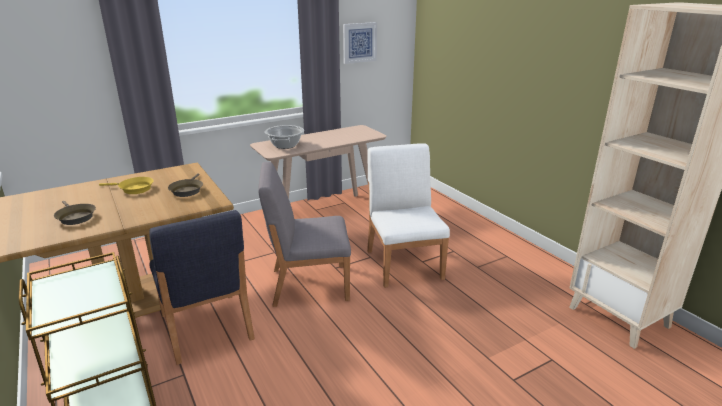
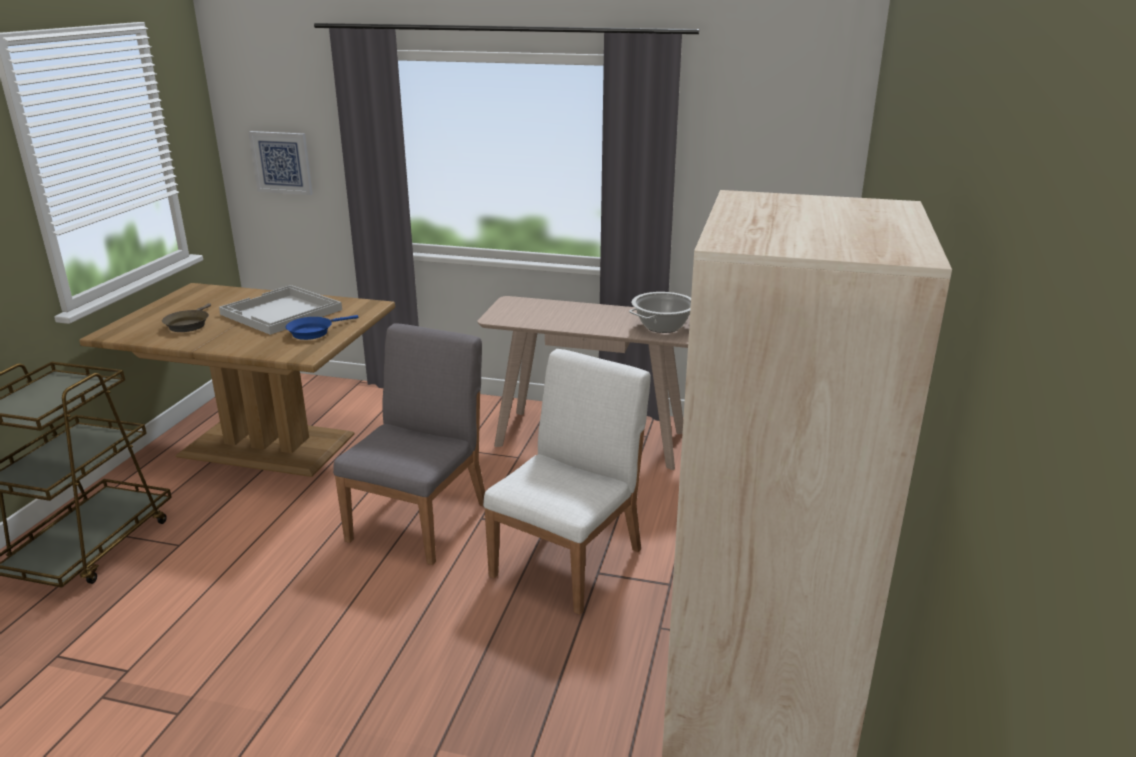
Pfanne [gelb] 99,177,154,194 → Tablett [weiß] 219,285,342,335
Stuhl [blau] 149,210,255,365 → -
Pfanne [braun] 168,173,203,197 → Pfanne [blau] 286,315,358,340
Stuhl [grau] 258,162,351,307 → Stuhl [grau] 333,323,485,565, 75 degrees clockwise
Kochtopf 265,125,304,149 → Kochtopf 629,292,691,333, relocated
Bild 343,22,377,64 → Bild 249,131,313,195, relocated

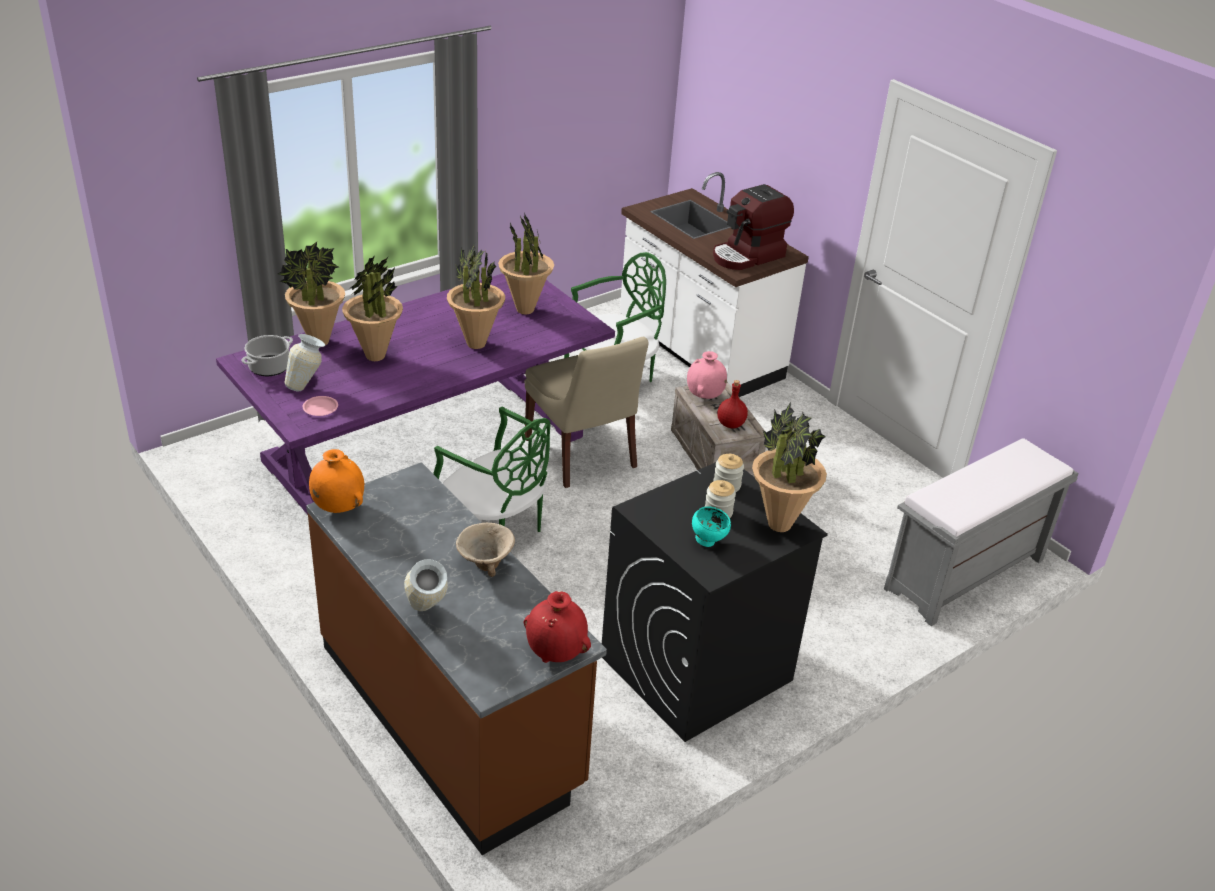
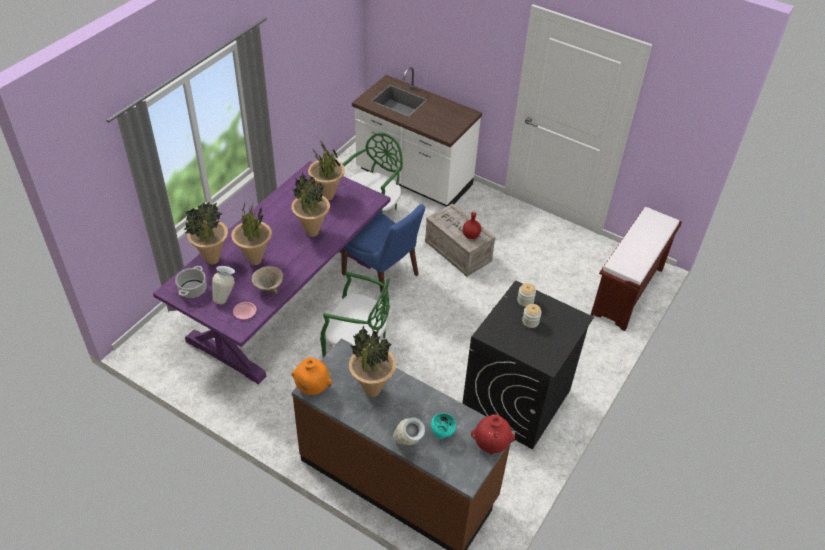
Schüssel [beige] 456,523,515,577 → Schüssel [beige] 252,266,283,295, relocated
Stuhl [beige] 525,337,648,488 → Stuhl [blau] 341,204,425,302
Vase [rosa] 687,351,727,399 → -
Schüssel [türkis] 692,507,731,547 → Schüssel [türkis] 431,413,456,439, relocated
Kaffeemaschine 713,184,794,270 → -
Topfpflanze 752,402,827,532 → Topfpflanze 349,326,396,397, relocated
Bank [grau] 884,438,1079,626 → Bank [braun] 591,207,682,331

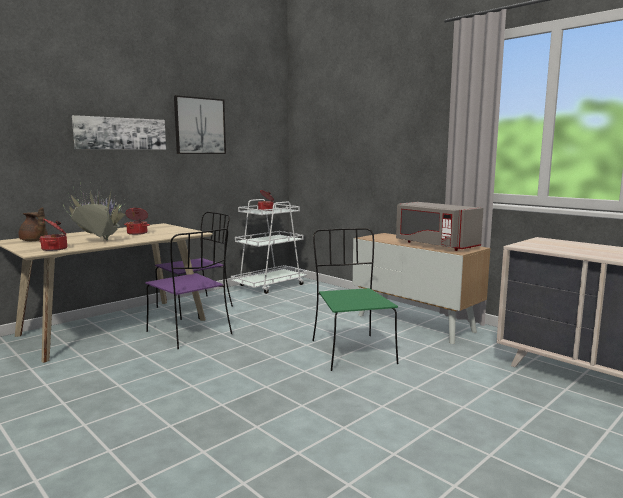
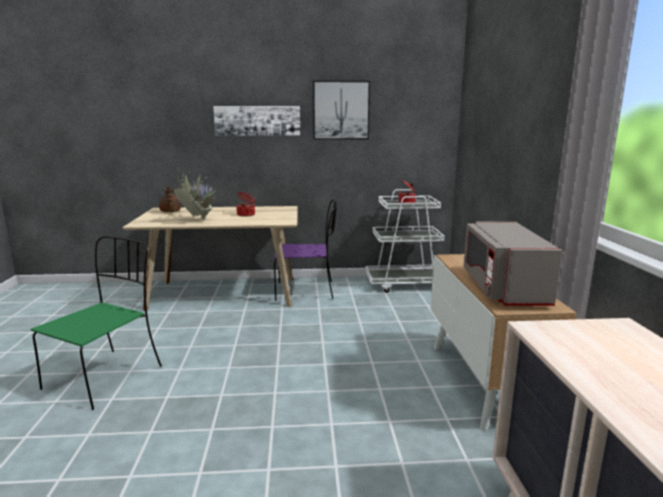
Kochtopf 39,218,67,251 → -
Stuhl [lila] 145,228,232,349 → -
Stuhl [grün] 312,228,398,371 → Stuhl [grün] 31,236,162,410, relocated

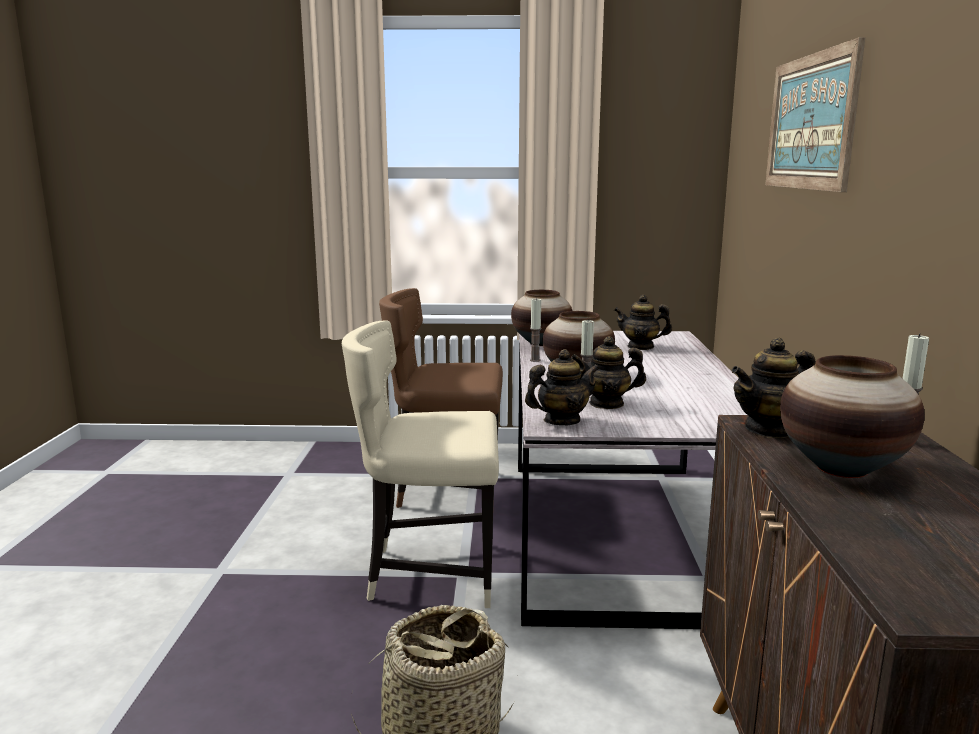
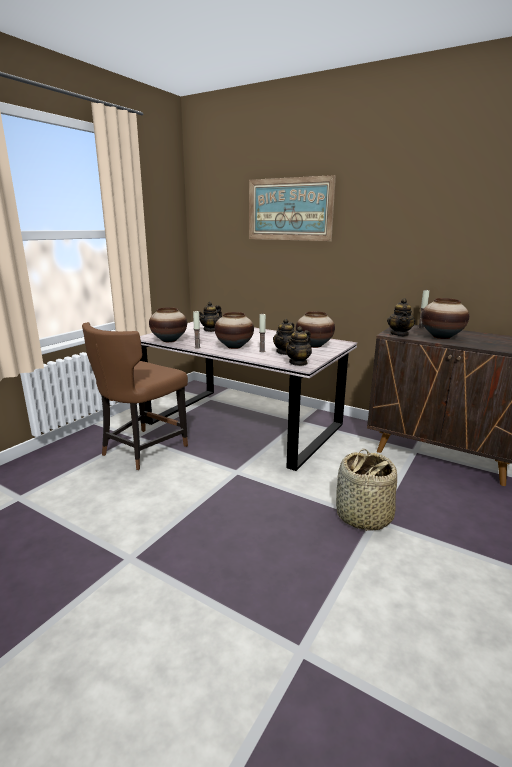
Stuhl [beige] 342,321,499,608 → -
Teekanne 525,349,600,425 → Teekanne 286,326,312,366, 150 degrees counterclockwise
- → Vase 296,311,335,348

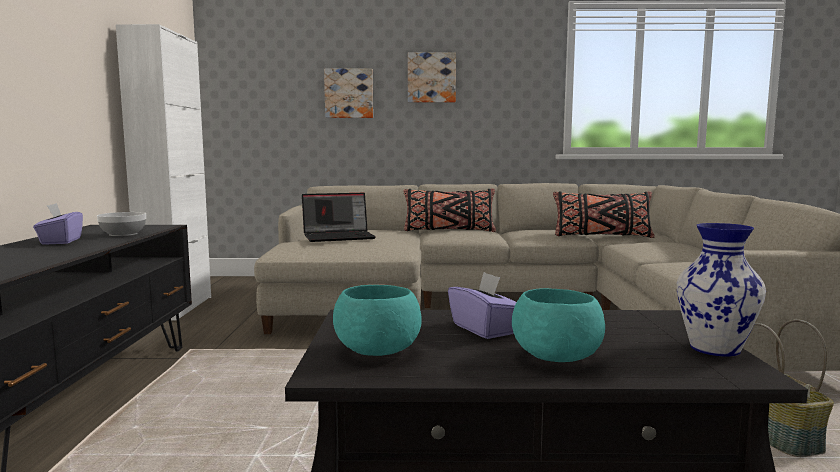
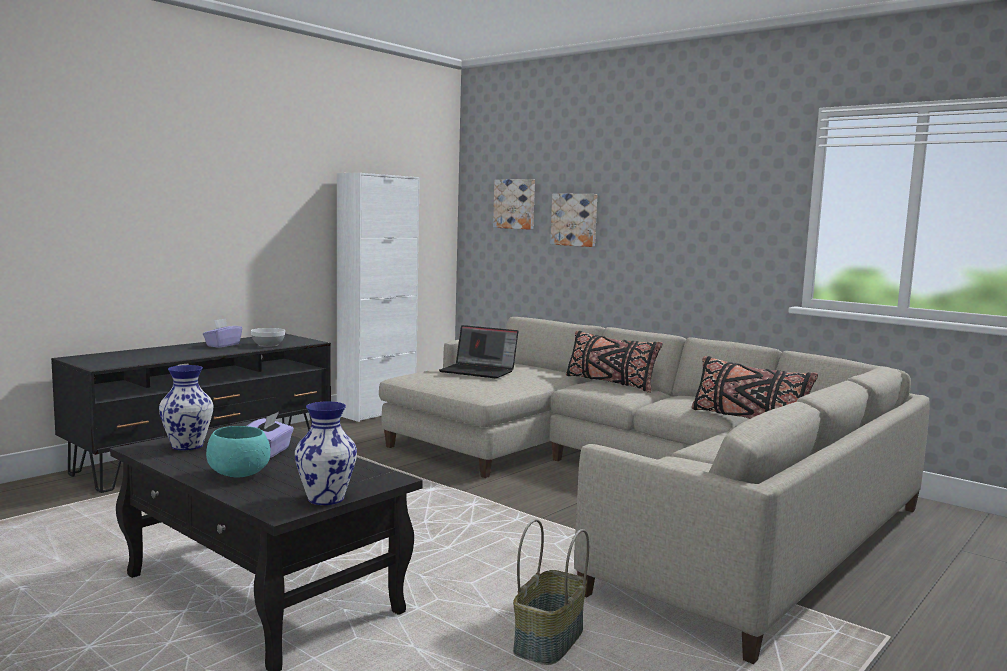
Schüssel [türkis] 333,285,422,356 → Vase 159,365,213,450
Bild 408,53,456,103 → Bild 493,179,535,230, relocated

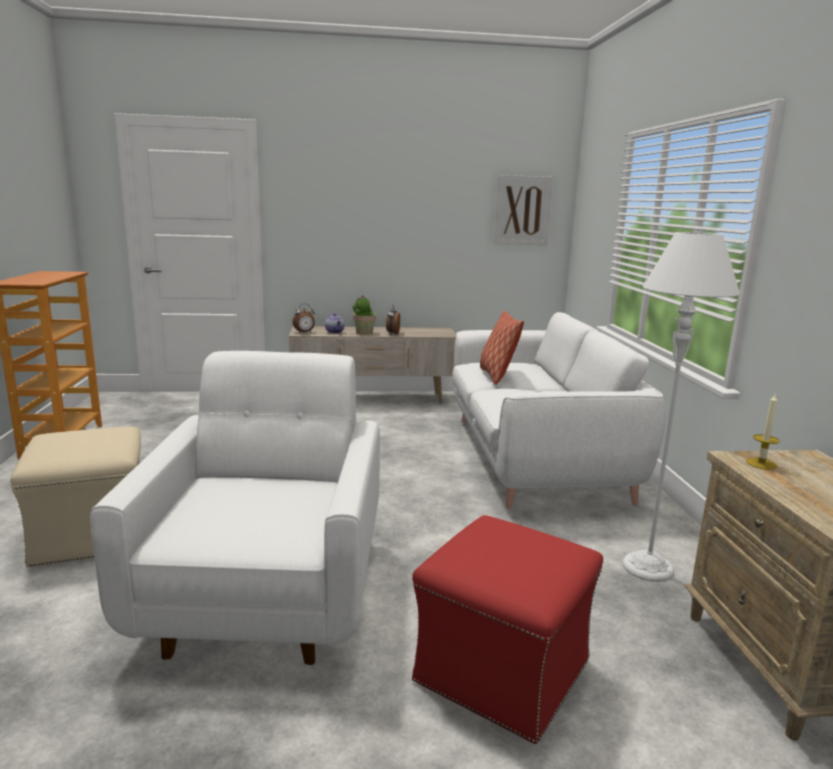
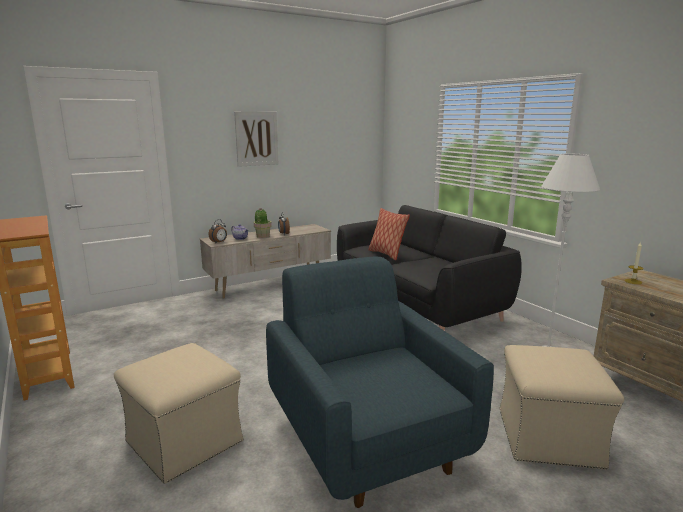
Sessel [weiß] 90,351,380,665 → Sessel [blau] 266,256,494,508
Polsterhocker [rot] 412,515,603,744 → Polsterhocker [beige] 500,345,624,470
Sofa [weiß] 453,312,666,508 → Sofa [schwarz] 337,205,522,331
Bild 494,175,553,245 → Bild 234,111,278,167, relocated

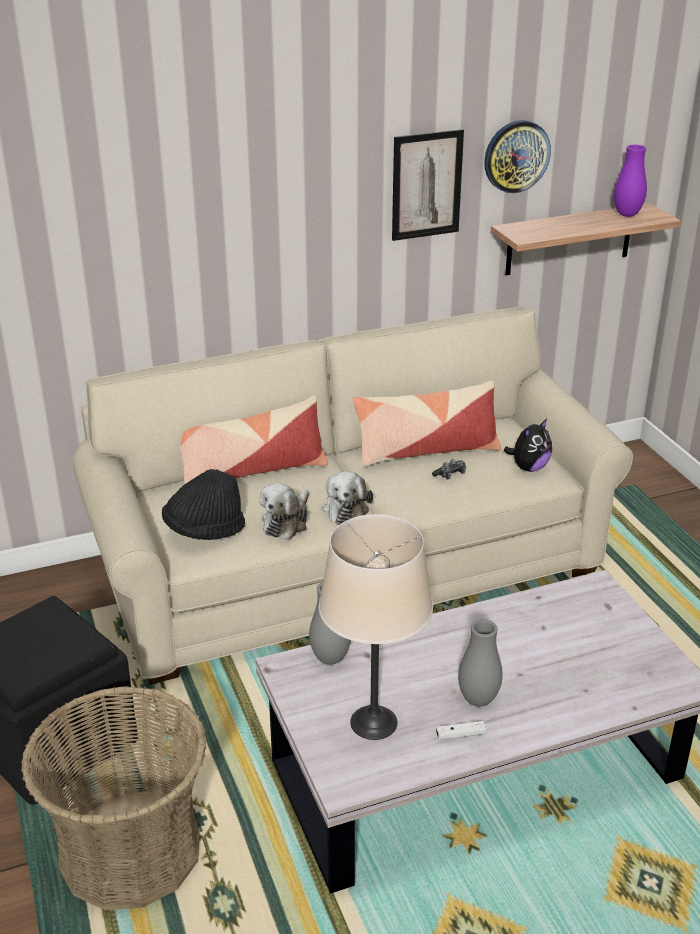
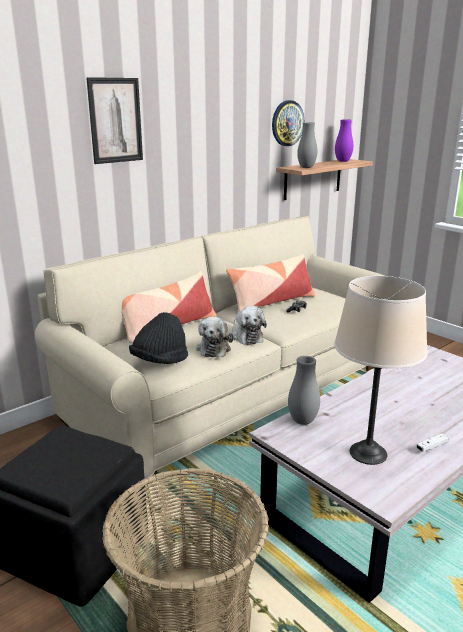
Bild 392,129,464,241 → Bild 86,77,143,164, relocated
Vase [grau] 458,619,503,707 → Vase [grau] 297,122,317,168, relocated
Plüschtier 504,419,552,472 → -

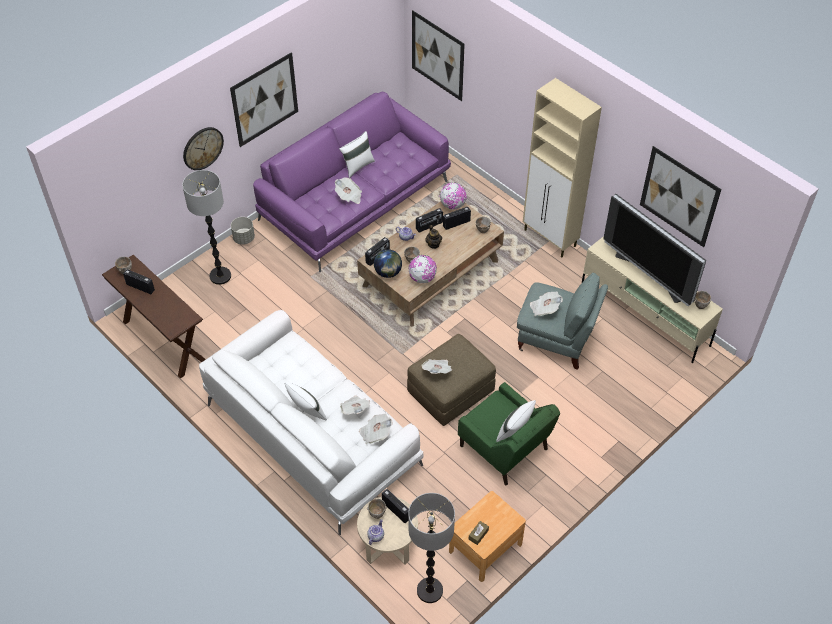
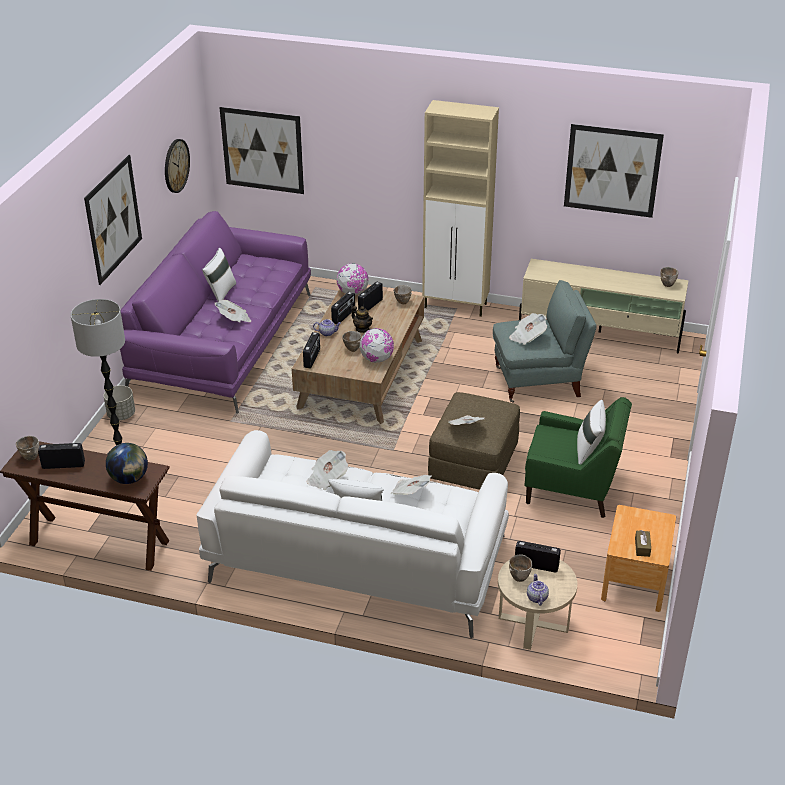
Wanduhr 183,127,224,170 → Wanduhr 165,139,190,193, relocated
Zeitung 359,413,393,444 → Zeitung 306,450,348,490, relocated
Globus 374,249,402,278 → Globus 106,443,148,484, relocated
Stehlampe 408,493,455,603 → -
Fernseher 603,194,706,306 → -

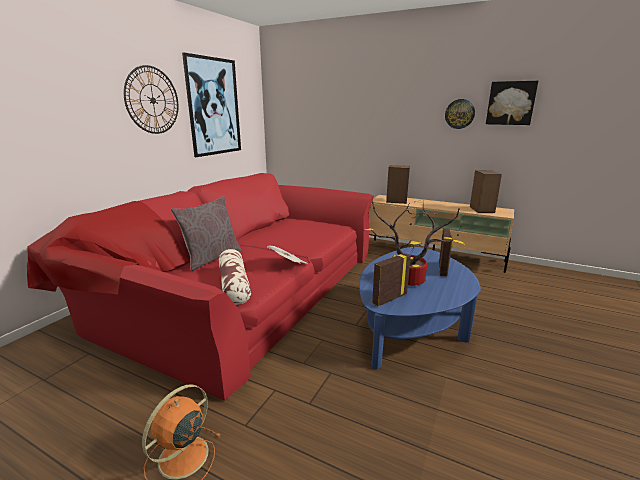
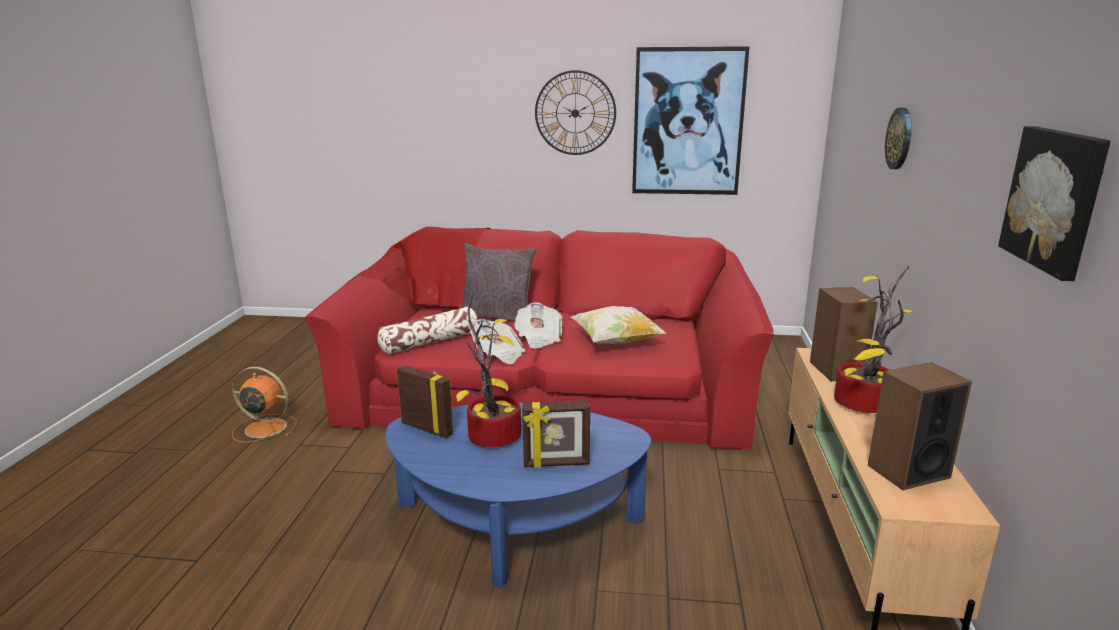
Wanduhr 445,99,475,129 → Wanduhr 885,108,911,169, relocated
- → Zeitung 514,302,562,349
- → Kissen 571,306,666,345
- → Topfpflanze 834,266,913,413

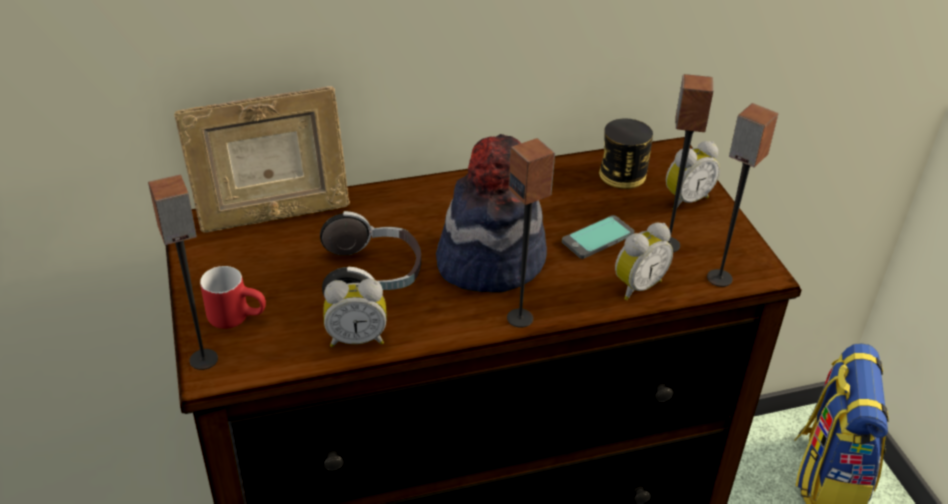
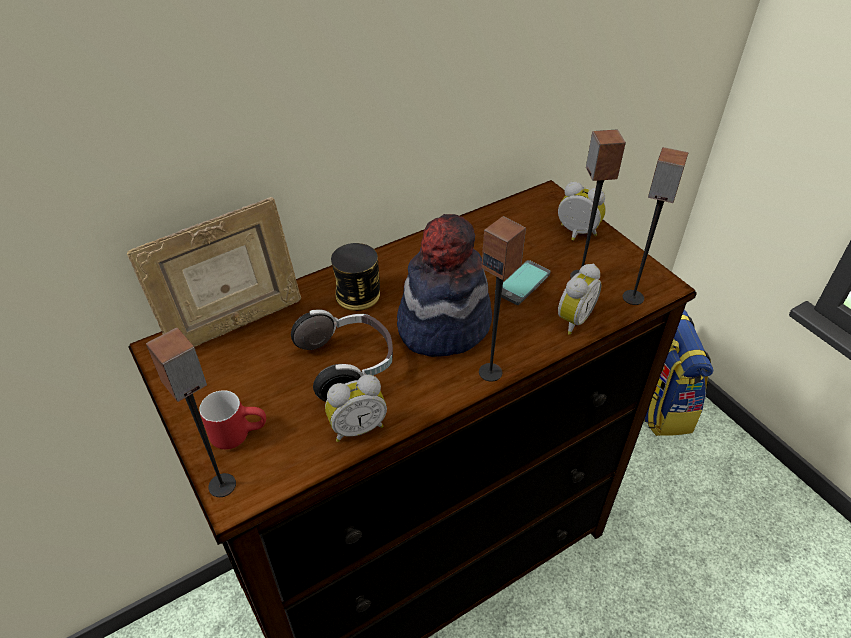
Dose 599,118,653,189 → Dose 331,243,380,311, relocated
Wecker 666,141,720,207 → Wecker 558,181,606,241, 105 degrees counterclockwise

